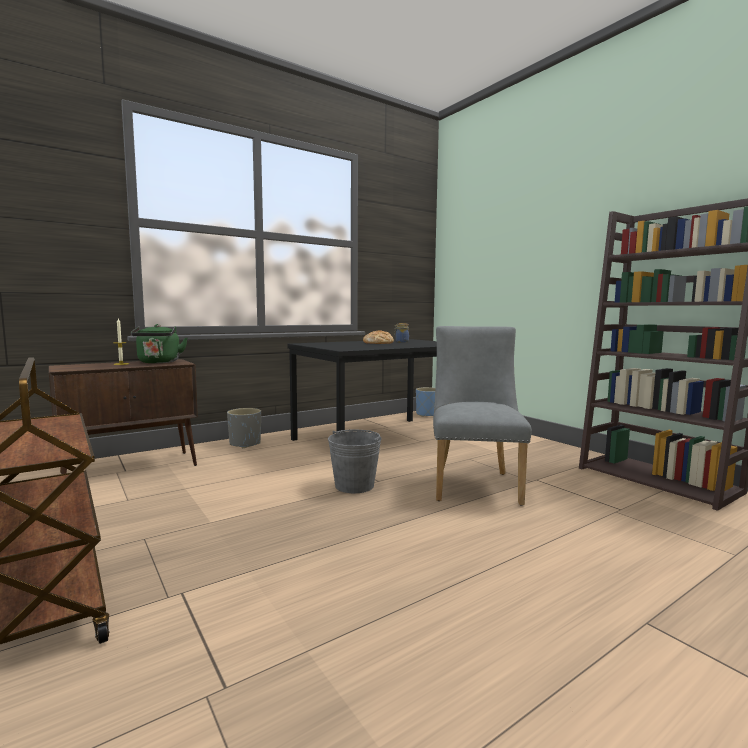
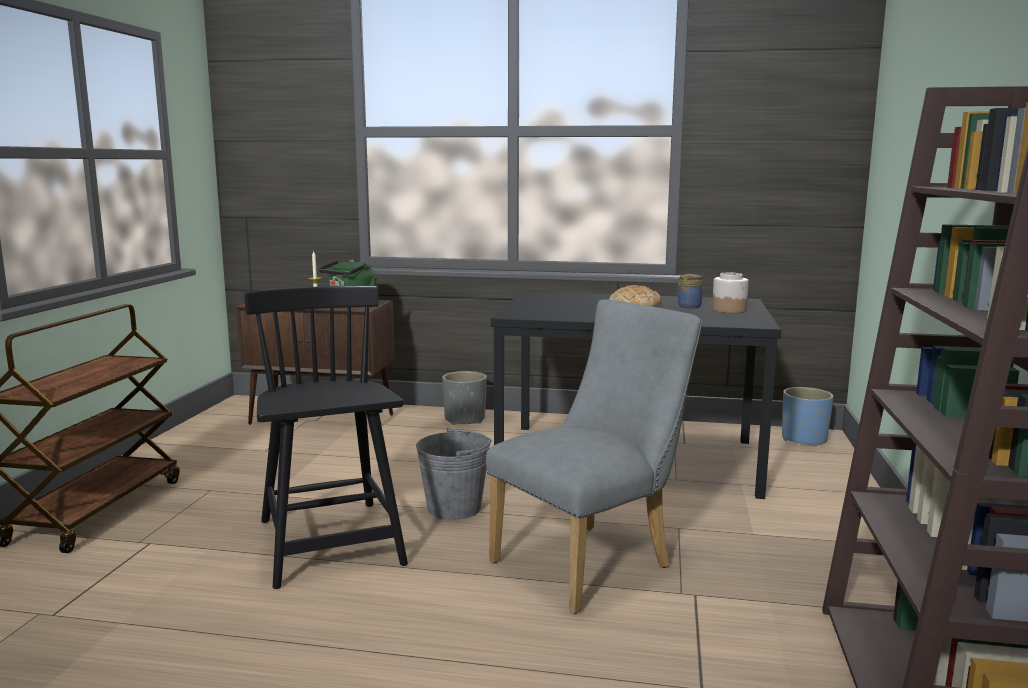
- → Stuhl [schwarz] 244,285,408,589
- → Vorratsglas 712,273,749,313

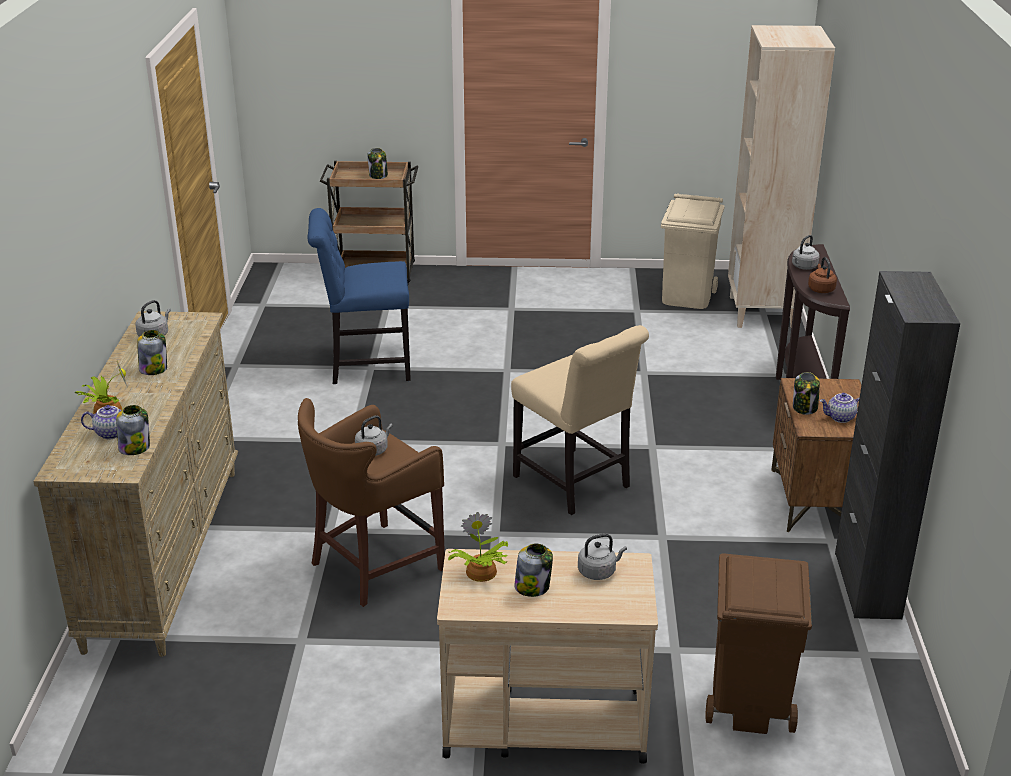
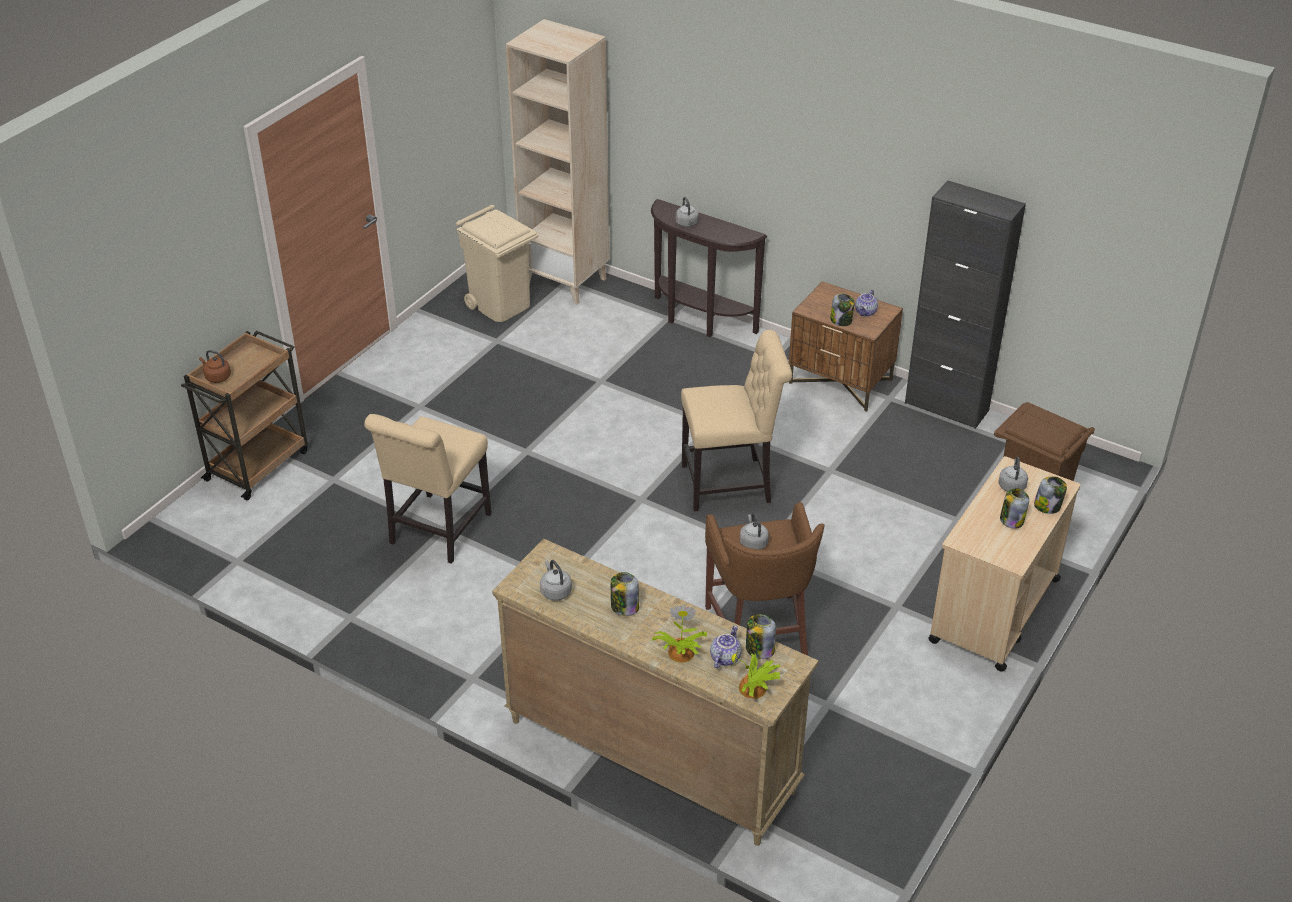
Stuhl [blau] 308,208,411,384 → Stuhl [beige] 364,414,492,564
Vorratsglas 368,148,388,179 → Vorratsglas 1034,476,1067,514, relocated
Topfpflanze 448,512,508,582 → Topfpflanze 731,646,780,699, relocated
Wasserkessel [braun] 808,257,837,293 → Wasserkessel [braun] 199,350,231,383, relocated

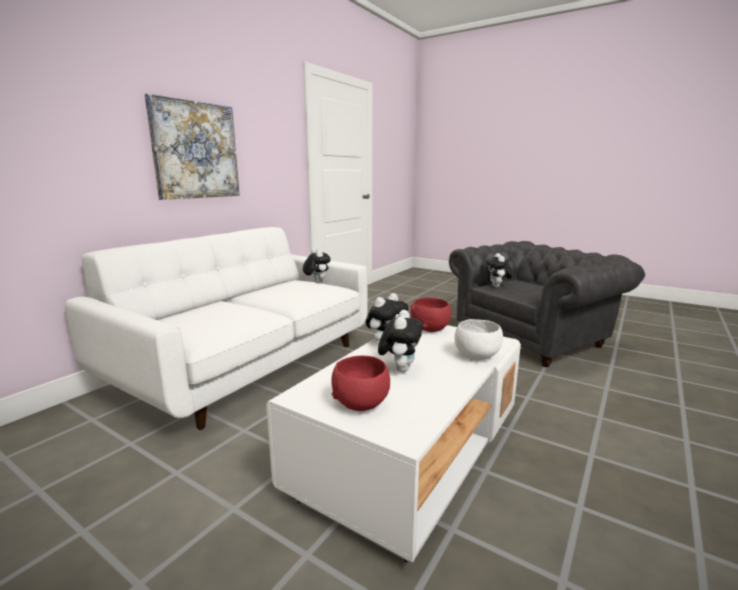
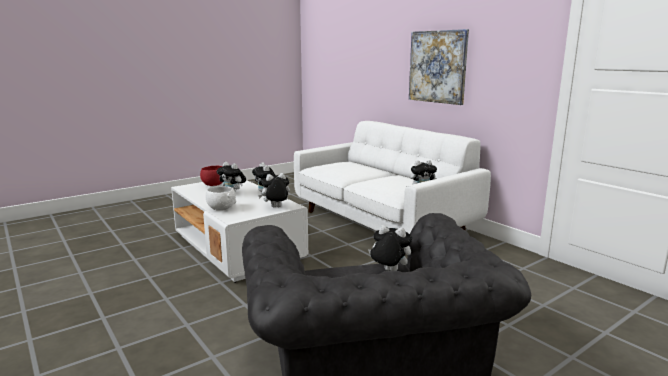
Schüssel [rot] 410,297,451,332 → Plüschtier 258,173,290,207

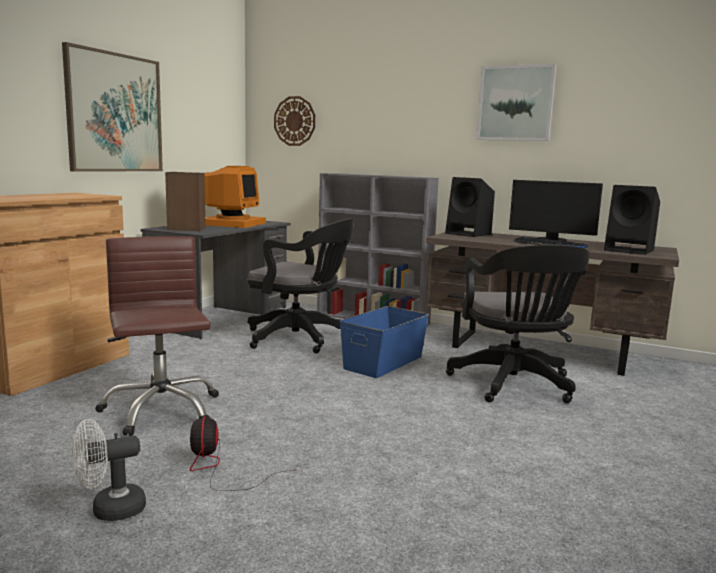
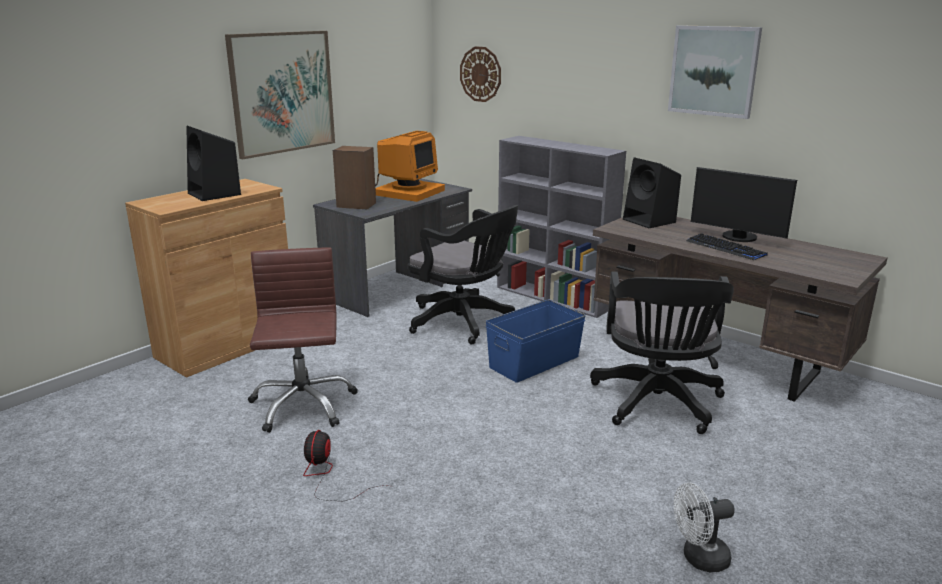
Ventilator [weiß] 72,419,146,521 → Ventilator [weiß] 674,482,735,572, relocated
Lautsprecher [schwarz] 604,185,660,255 → Lautsprecher [schwarz] 186,126,241,201, relocated

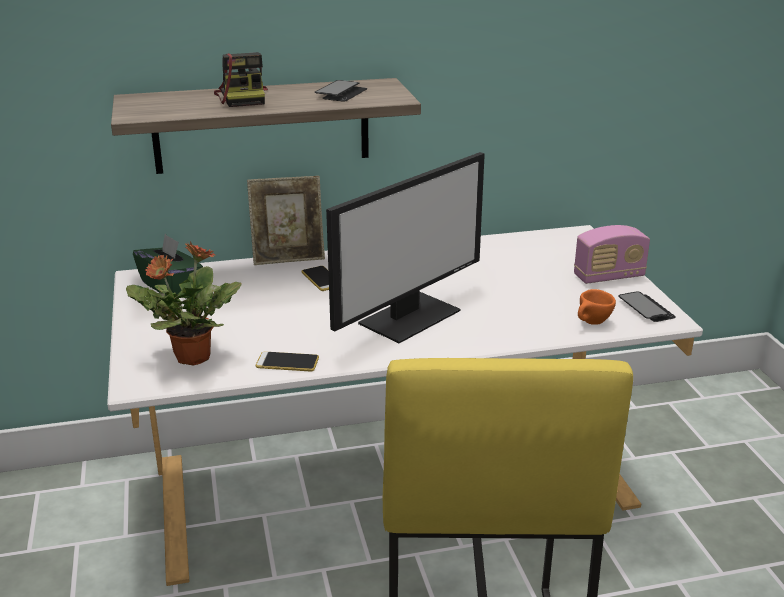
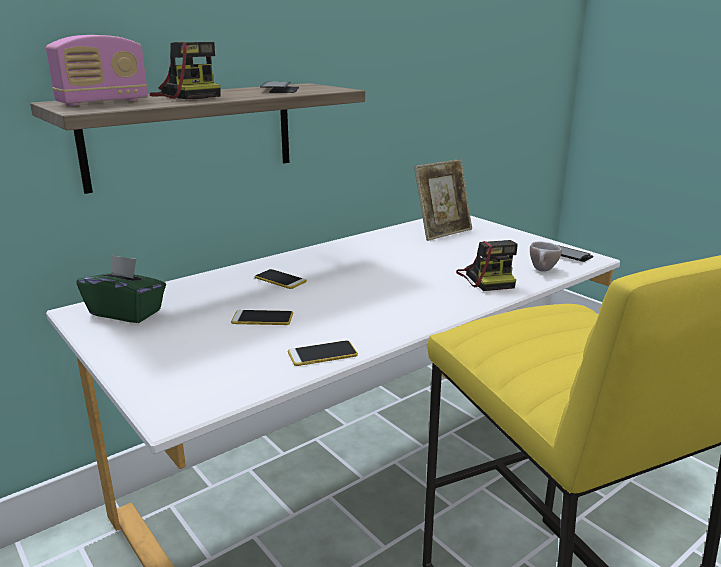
Topfpflanze 126,241,242,366 → -
Bilderrahmen 247,176,325,265 → Bilderrahmen 414,159,472,241, relocated
Monitor 326,152,485,343 → -
Radio 574,225,650,284 → Radio 46,35,148,106, relocated
Tasse [orange] 578,289,616,325 → Tasse [beige] 530,241,562,271
- → Handy 231,310,293,325
- → Kamera 456,240,518,291

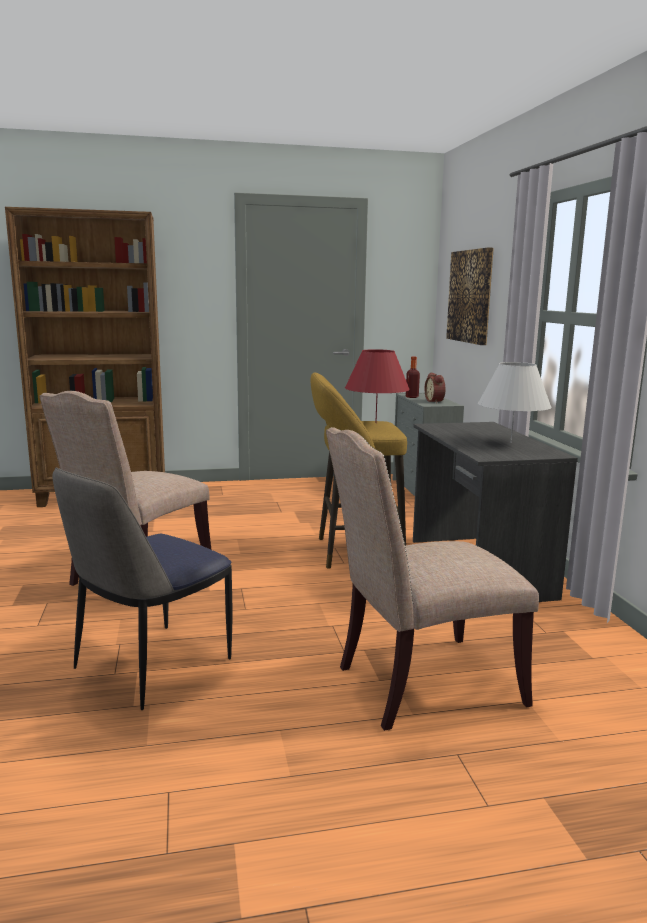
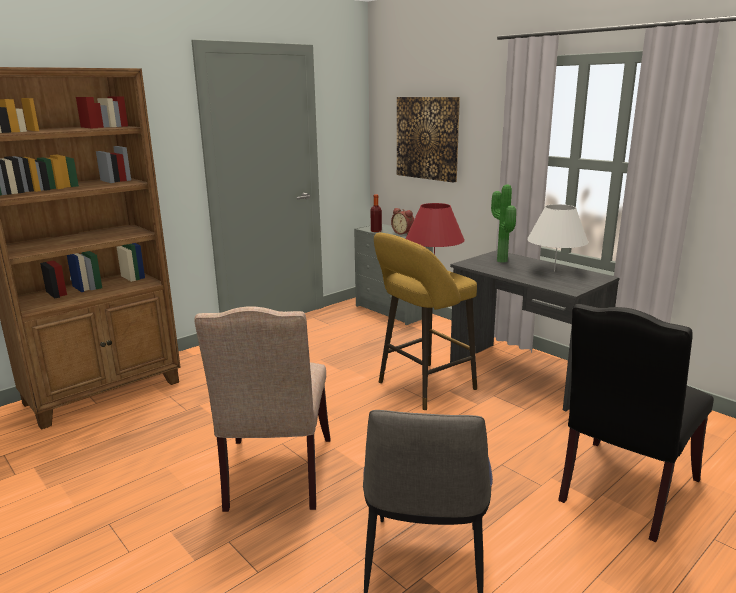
Stuhl [beige] 326,427,539,731 → Stuhl [schwarz] 558,304,714,542
- → Topfpflanze 491,185,516,263

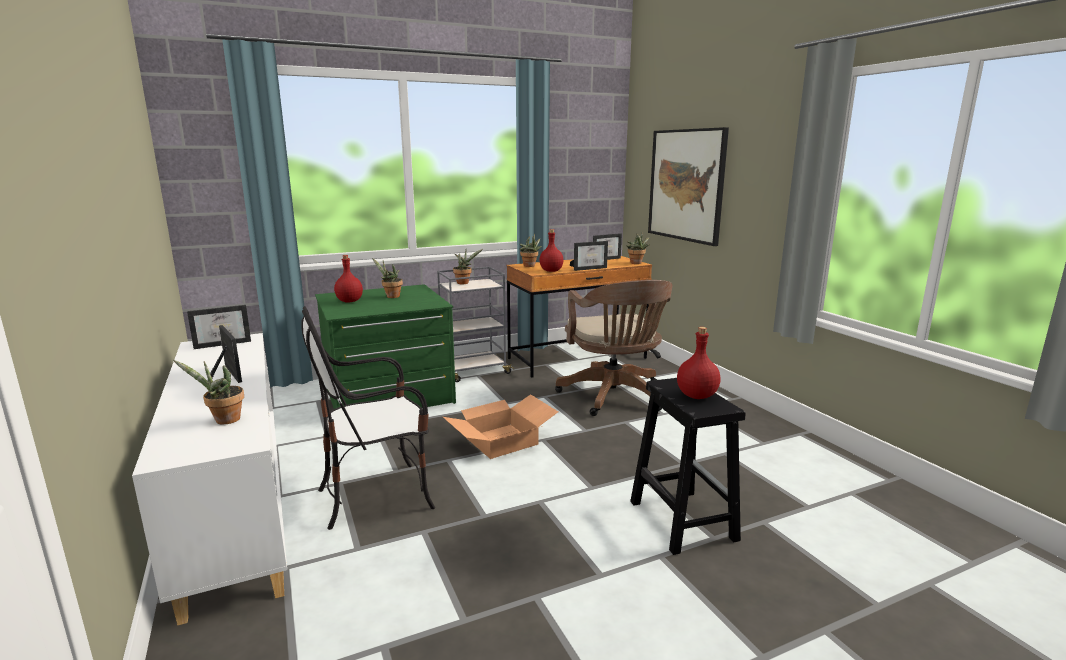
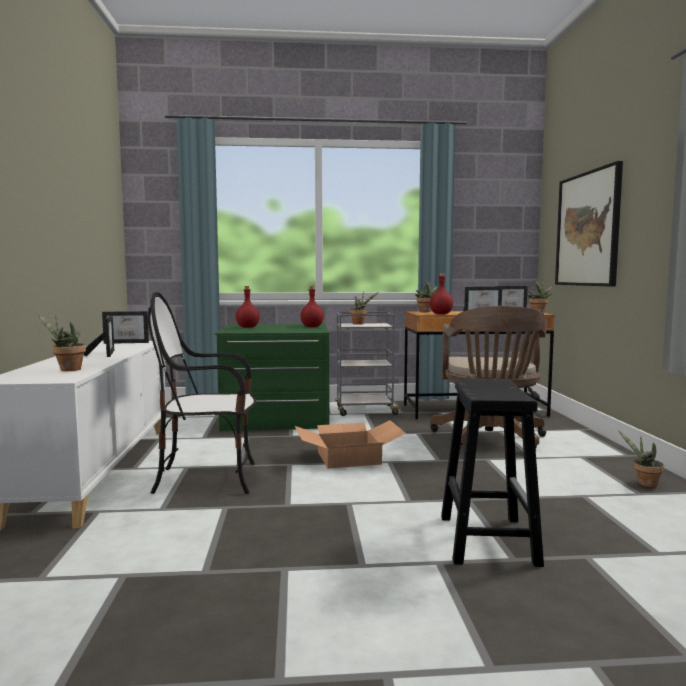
Topfpflanze 372,258,403,298 → Topfpflanze 618,430,664,487, relocated
Flasche [rot] 677,327,721,399 → Flasche [rot] 301,286,324,327, relocated

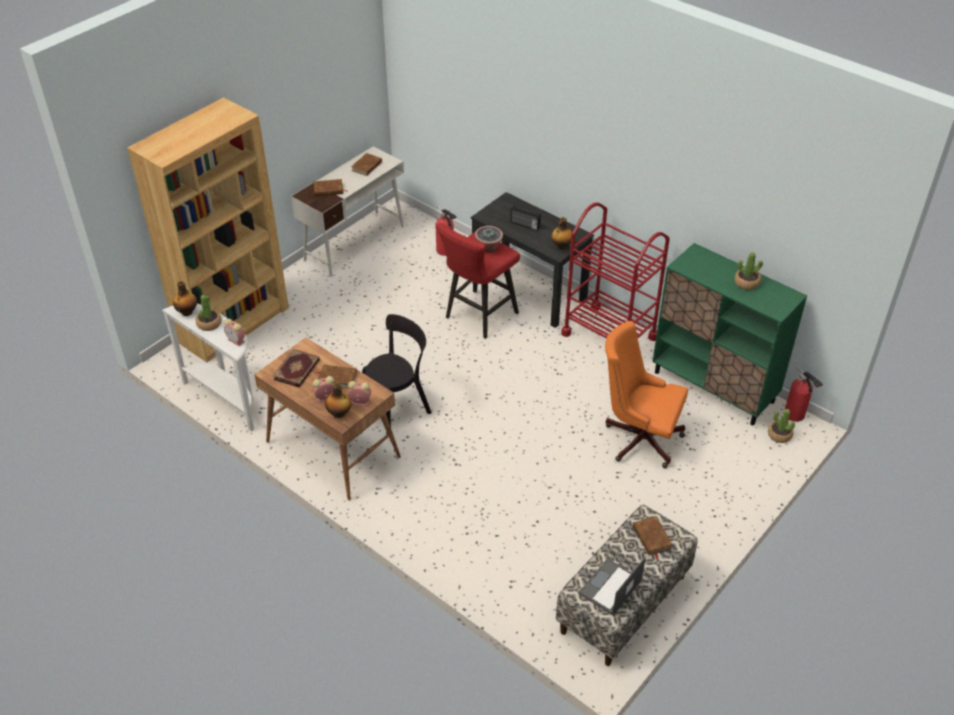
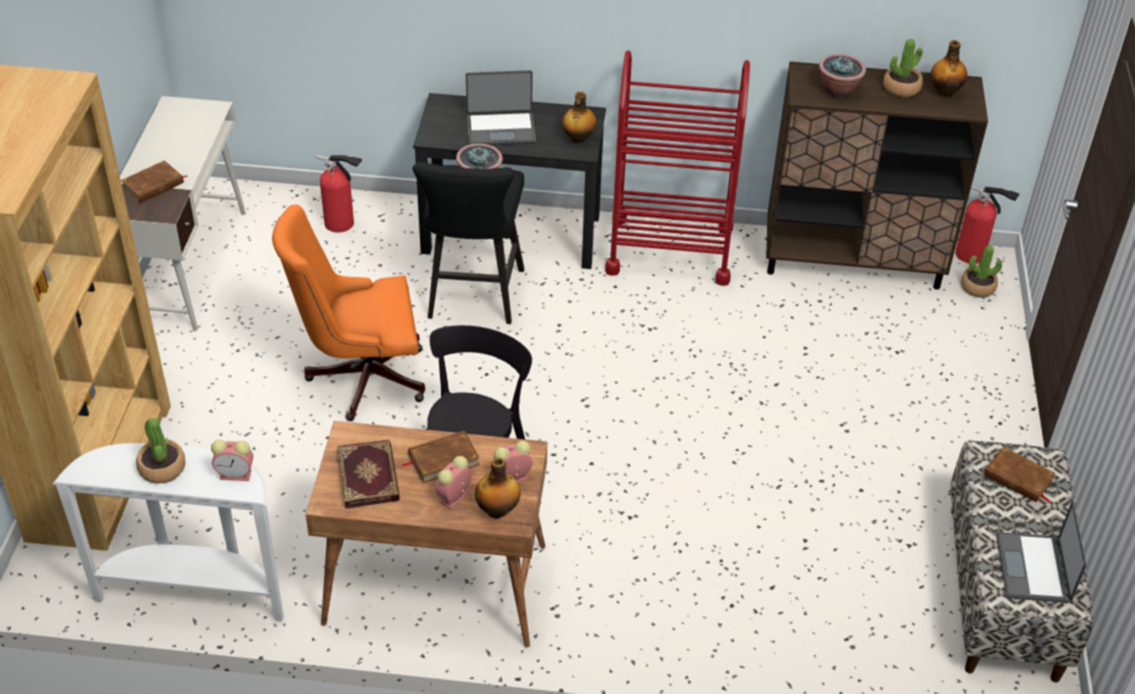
Flasche 173,281,197,316 → Flasche 930,40,968,98, relocated
Buch [braun] 351,153,382,176 → -
Hocker [rot] 436,223,520,339 → Hocker [schwarz] 413,162,524,324
Radio 510,206,541,231 → Laptop 466,70,536,145
Bürostuhl [orange] 605,321,688,468 → Bürostuhl [orange] 272,204,425,421, relocated
Schrank [grün] 652,243,807,425 → Schrank [braun] 766,61,988,290
- → Topfpflanze 819,54,866,98

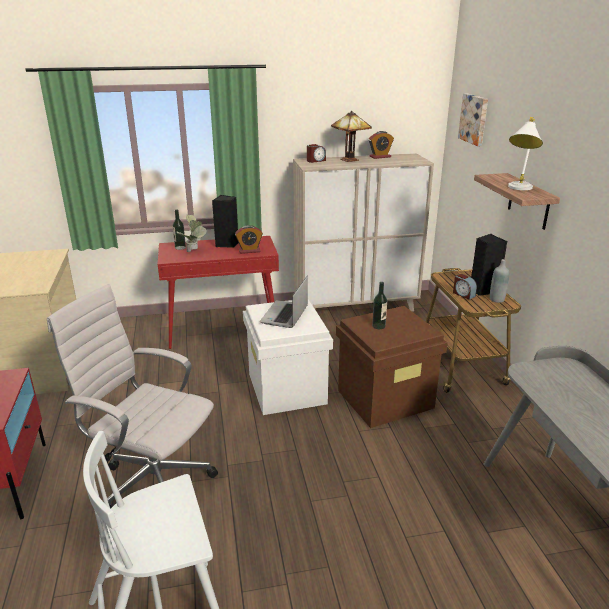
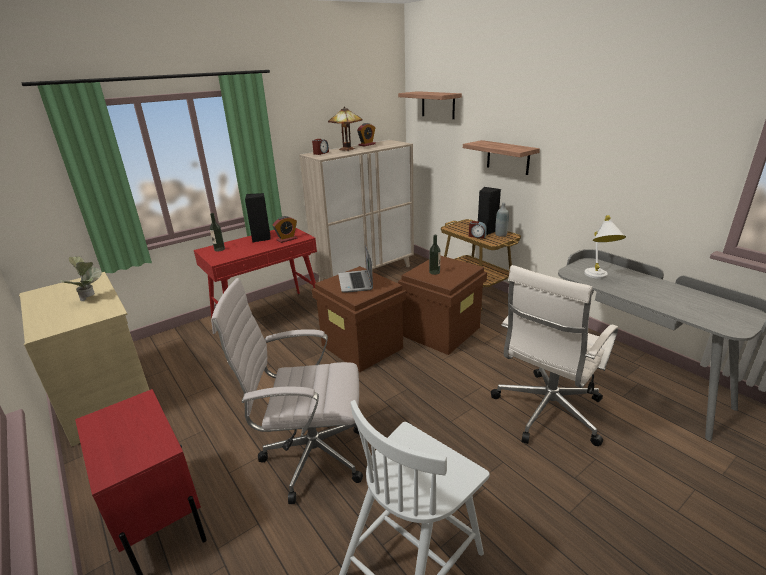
Topfpflanze 177,214,207,252 → Topfpflanze 60,256,102,301, relocated
Aufbewahrungsbox [weiß] 243,299,333,415 → Aufbewahrungsbox [braun] 312,266,406,372
Bild 458,94,488,146 → Wandregal 398,91,462,119
Tischlampe [weiß] 508,117,543,190 → Tischlampe [weiß] 584,215,626,279, relocated
- → Bürostuhl [weiß] 491,265,618,446

